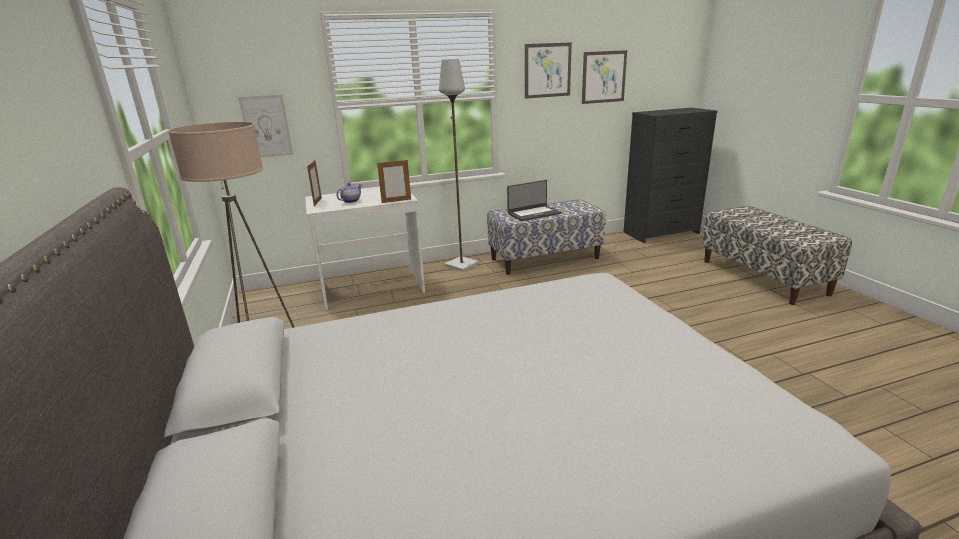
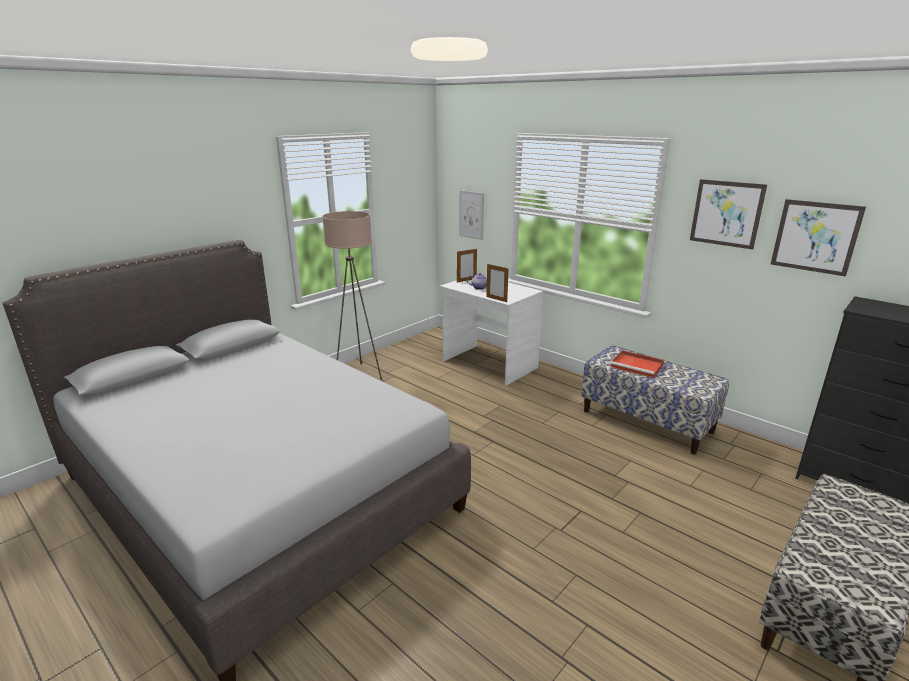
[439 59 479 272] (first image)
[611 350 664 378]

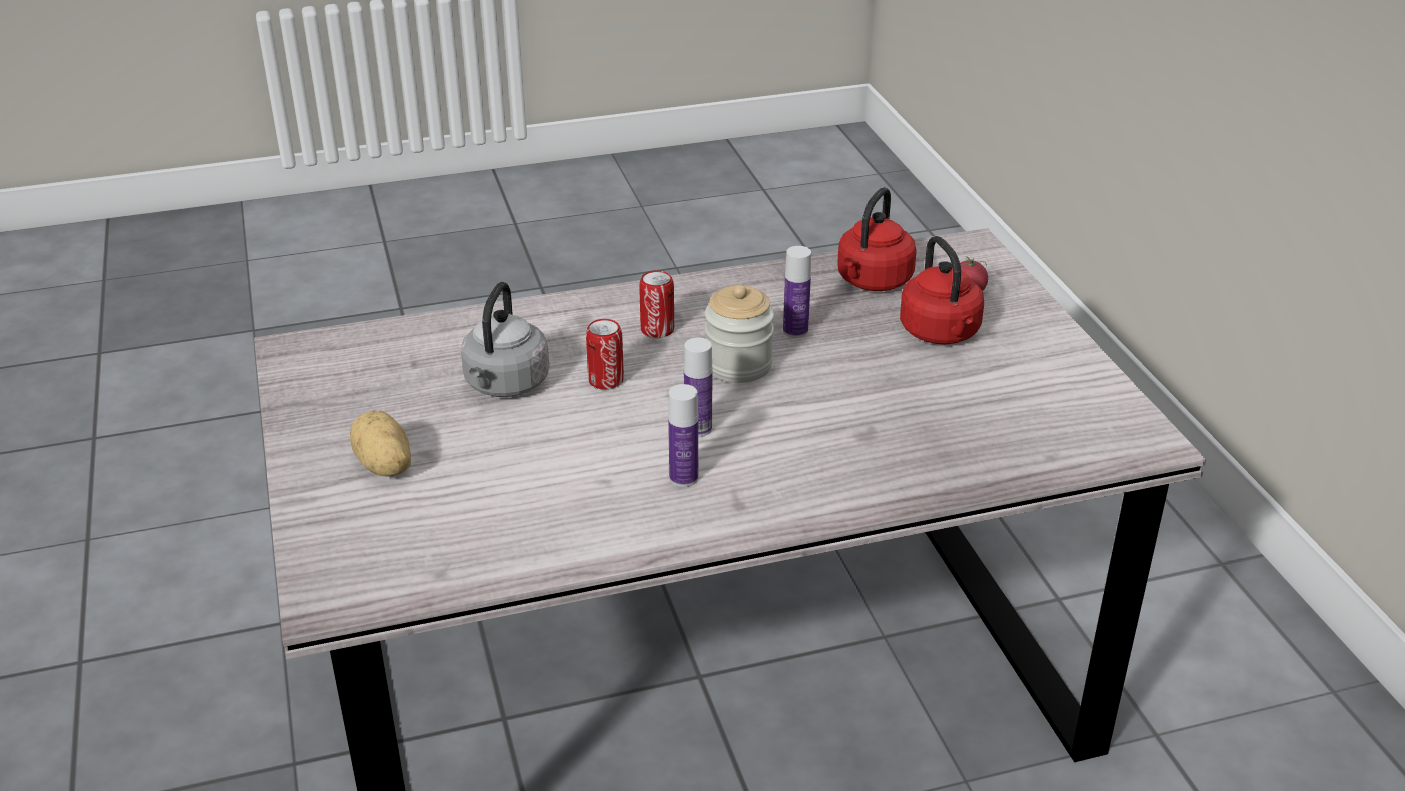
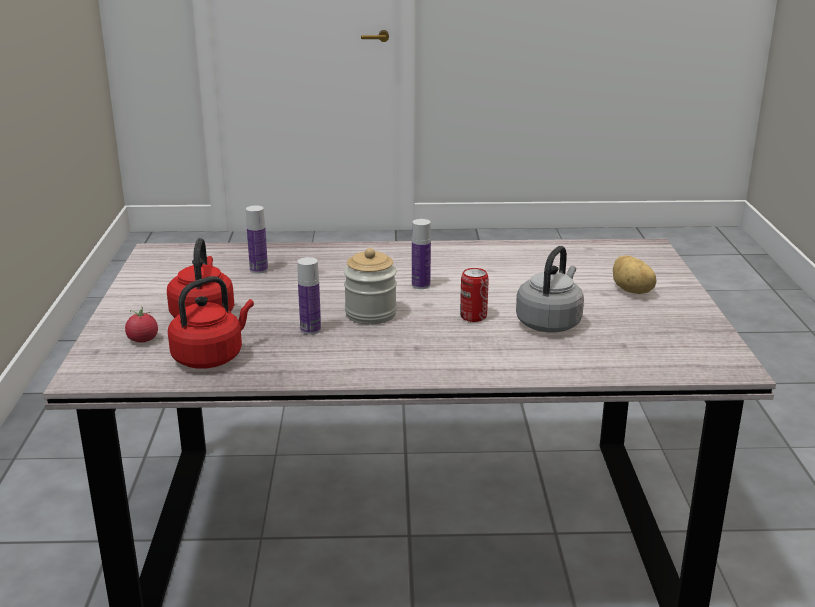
[639 270 674 338] (first image)
[246 205 268 274]

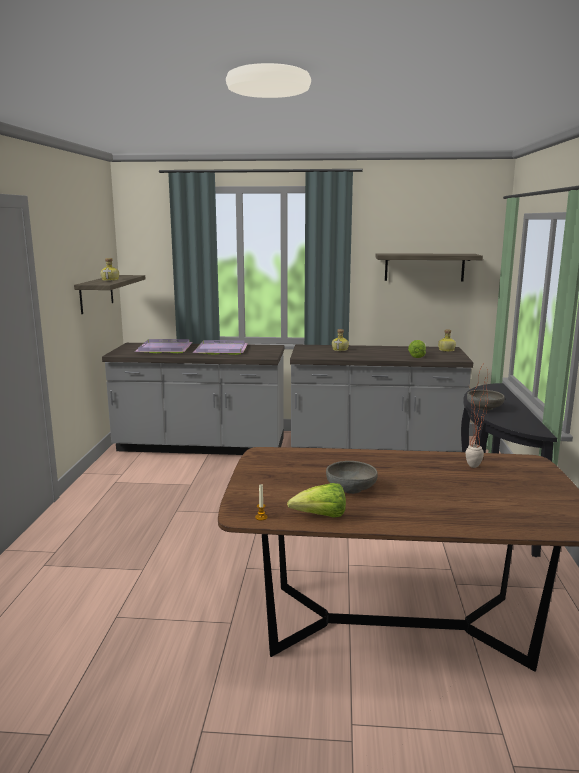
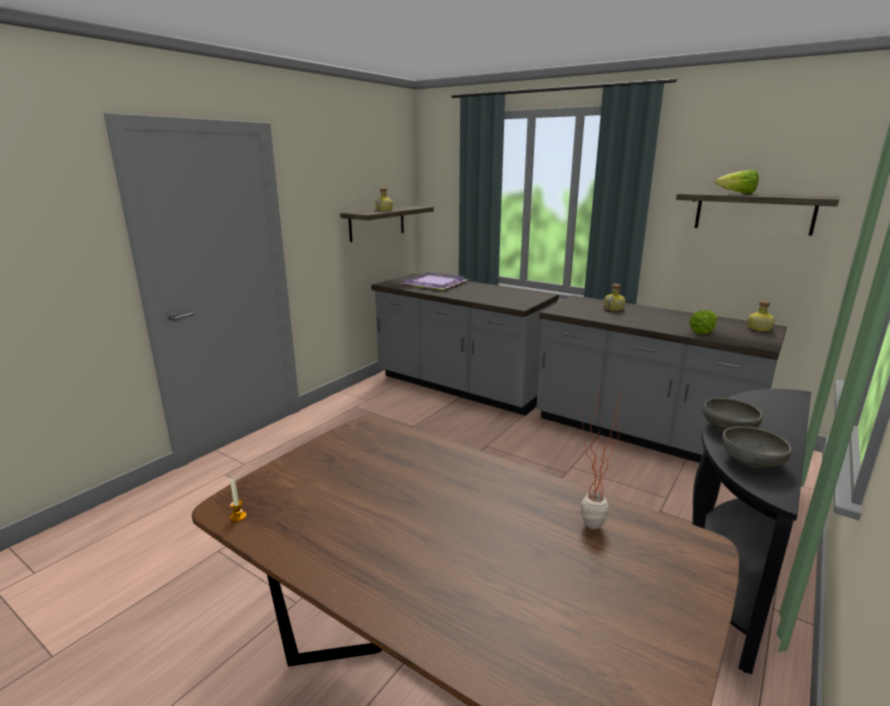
[193 340 248 355] (first image)
[715 169 759 194]
[722 426 792 468]

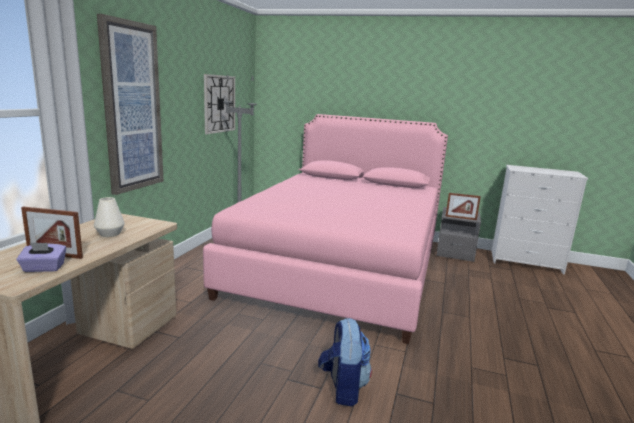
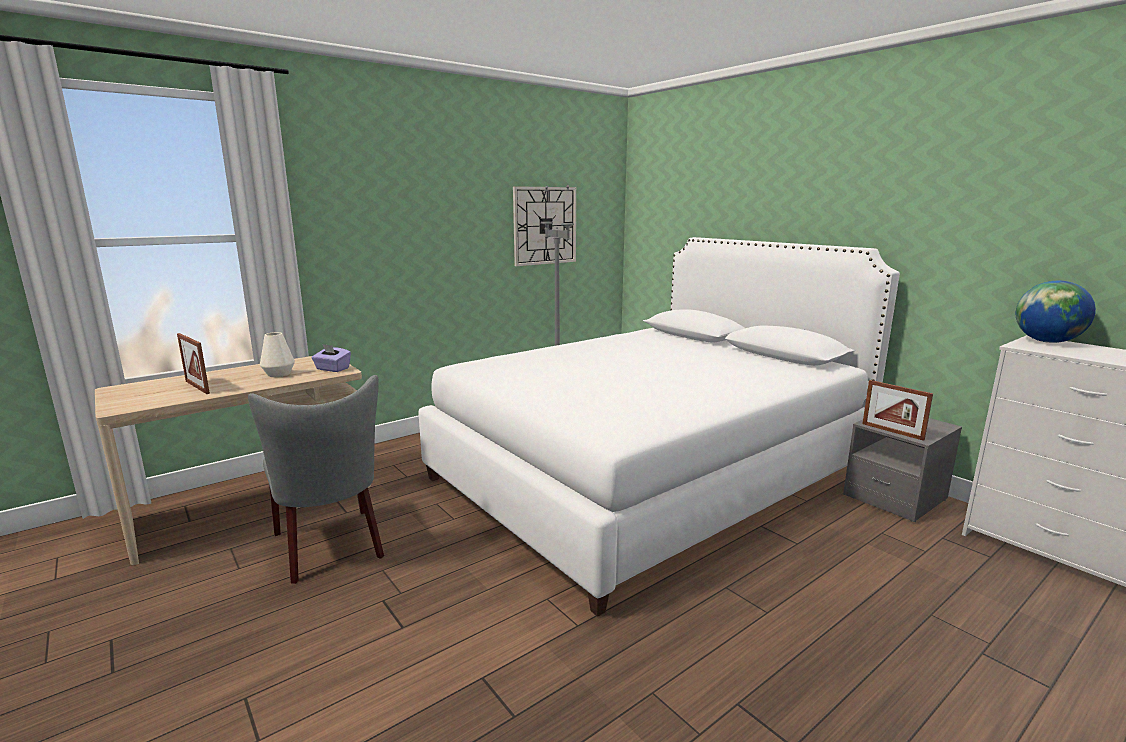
[97 14 164 195] (first image)
[318 318 372 406] (first image)
[248 375 384 584]
[1016 281 1096 343]
[312 344 351 372]
[418 237 900 617]

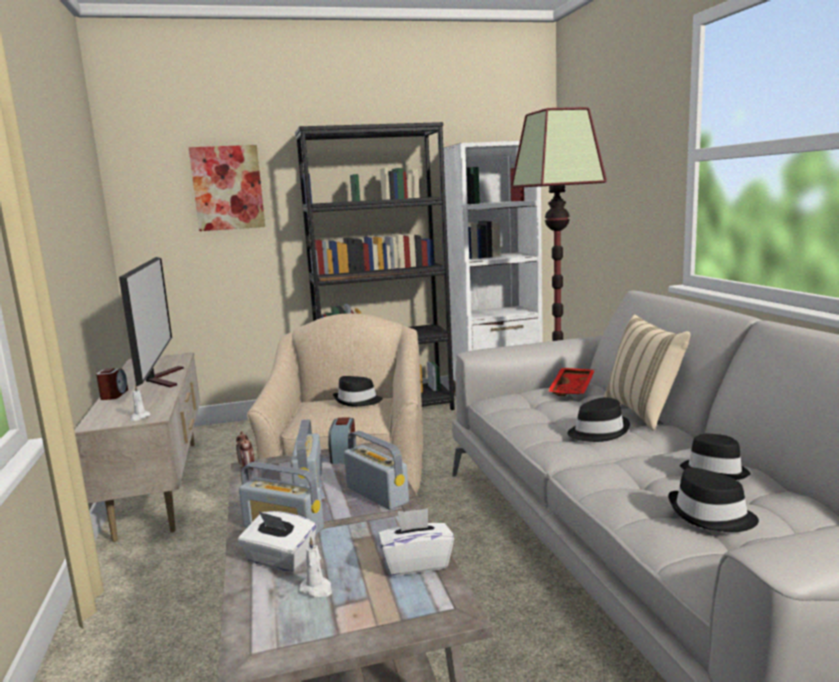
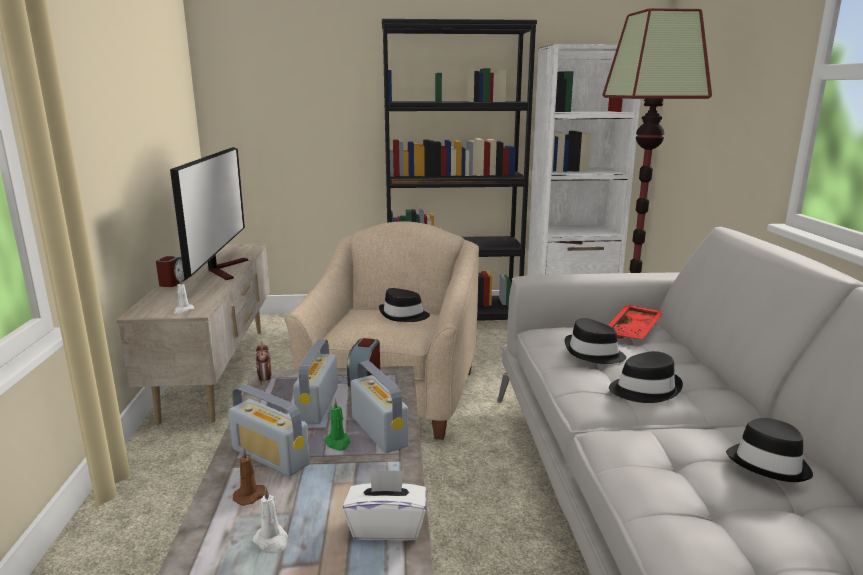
[189 145 265 231] (first image)
[604 314 690 431] (first image)
[324 399 350 451]
[564 318 626 364]
[233 447 265 506]

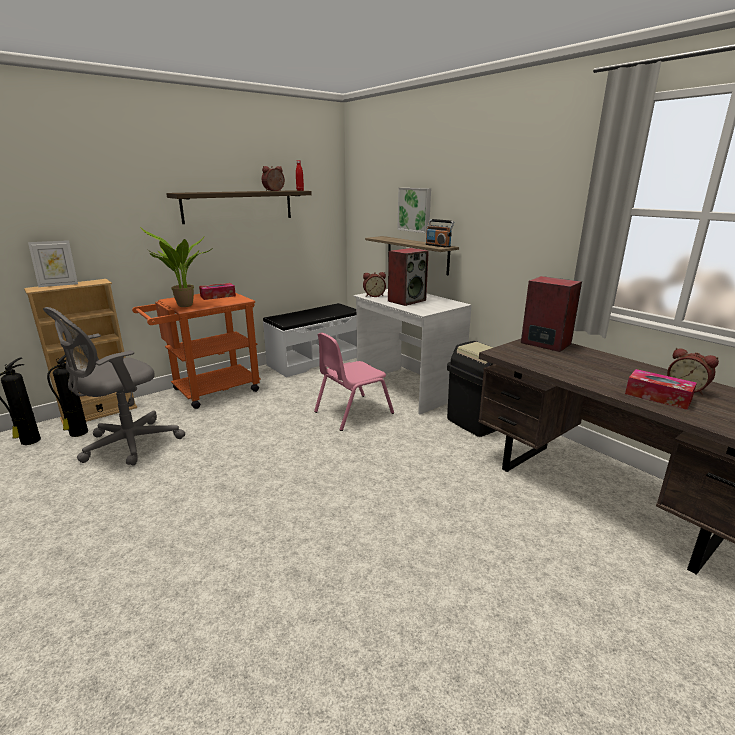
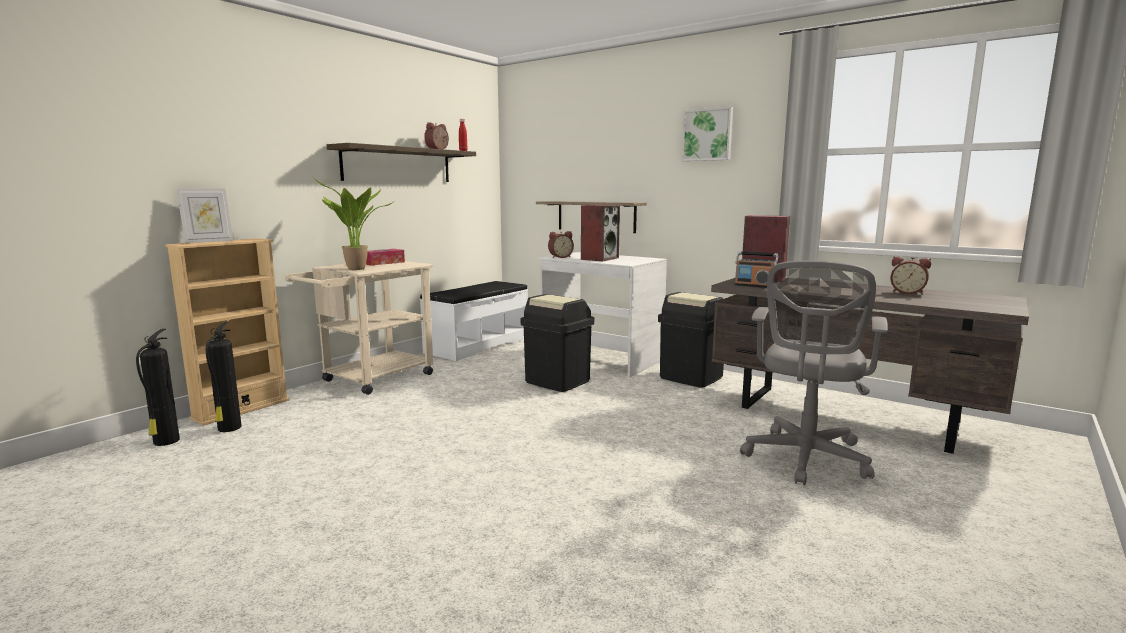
[625 369 697 410] (first image)
[740 260 888 485]
[682 107 733 161]
[735 251 778 288]
[521 294 594 392]
[285 261 433 395]

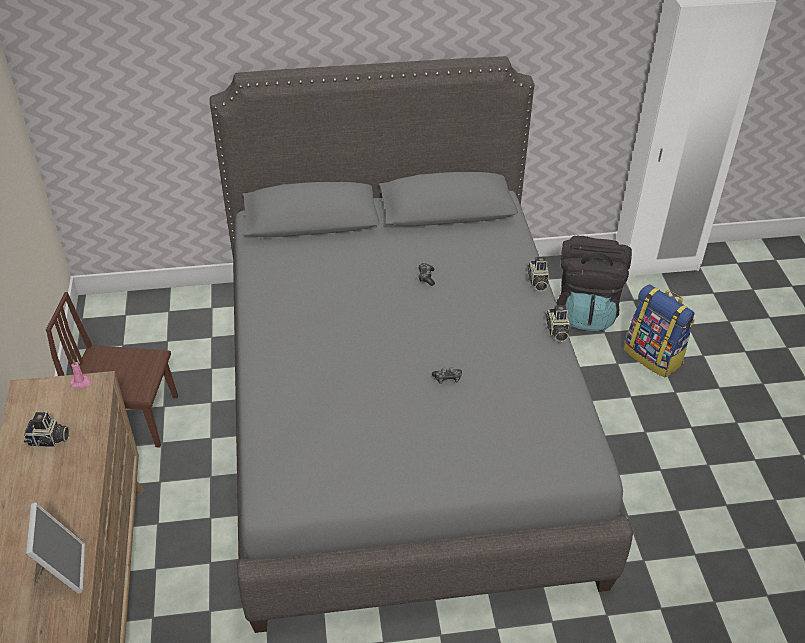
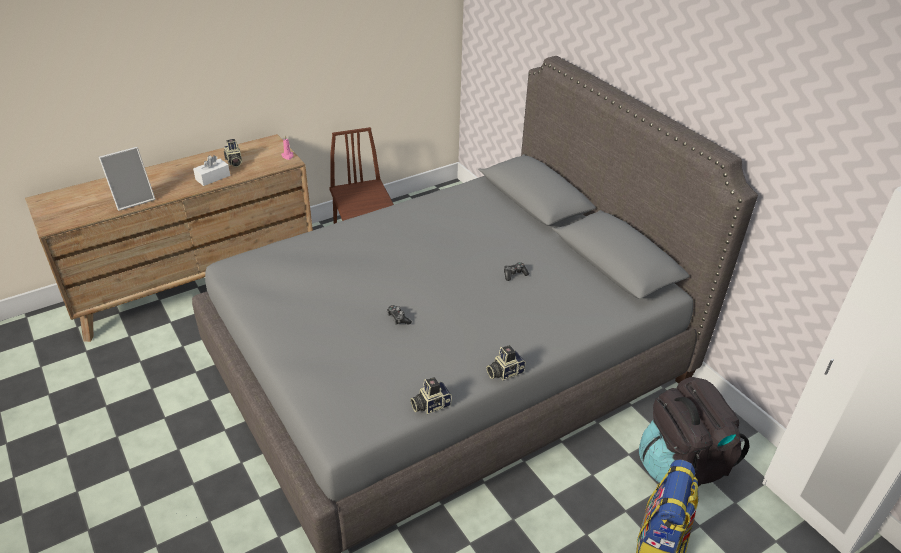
[193 155 230 186]
[411 377 452 414]

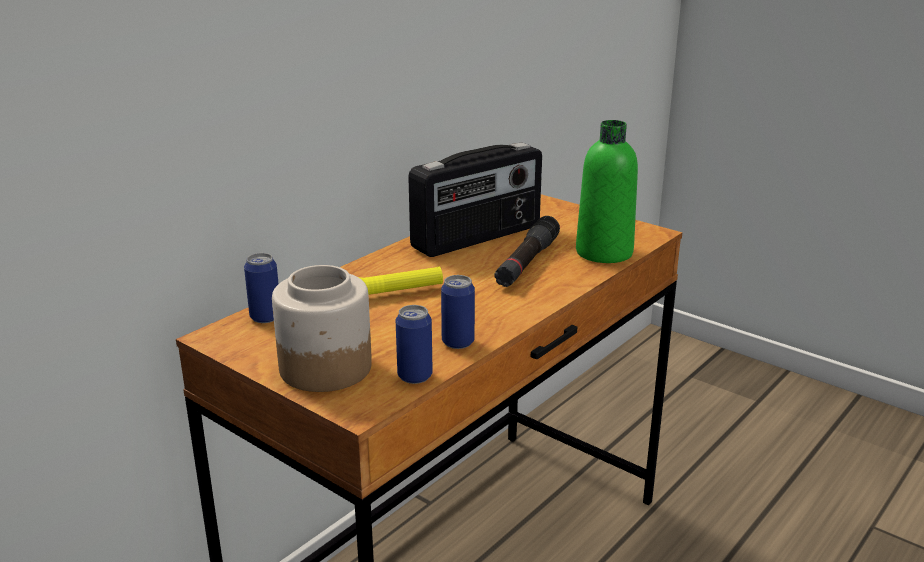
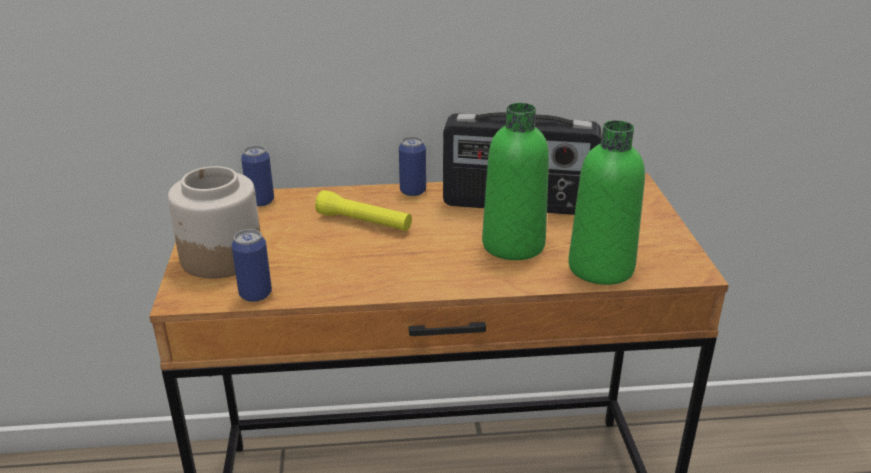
[399 136 426 196]
[482 103 549 260]

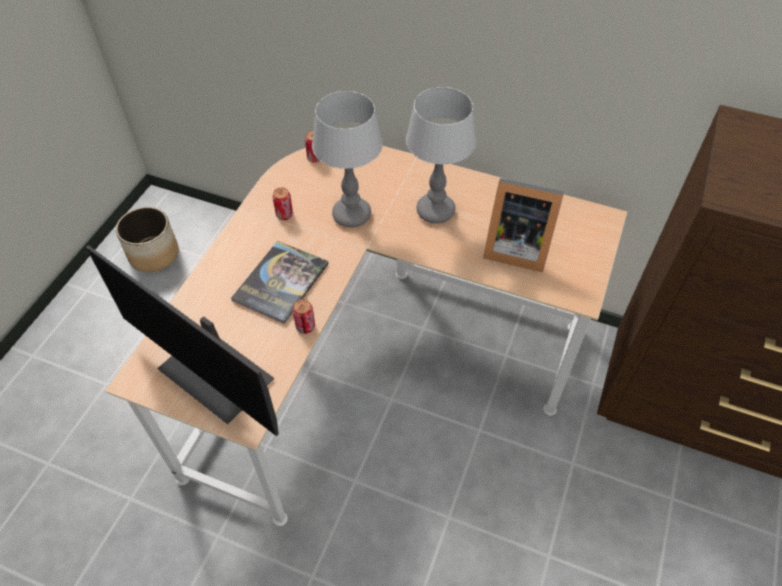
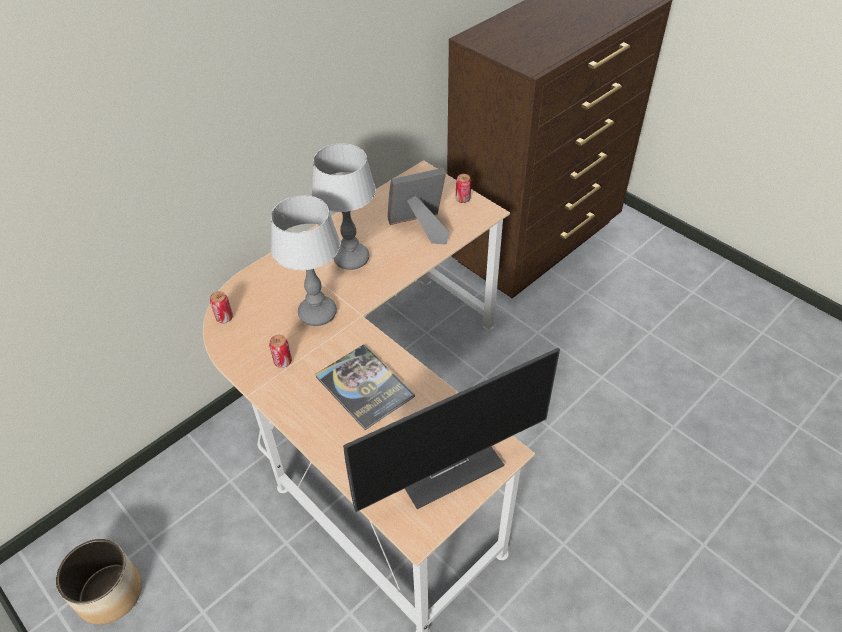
[456 174 471 203]
[388 168 450 245]

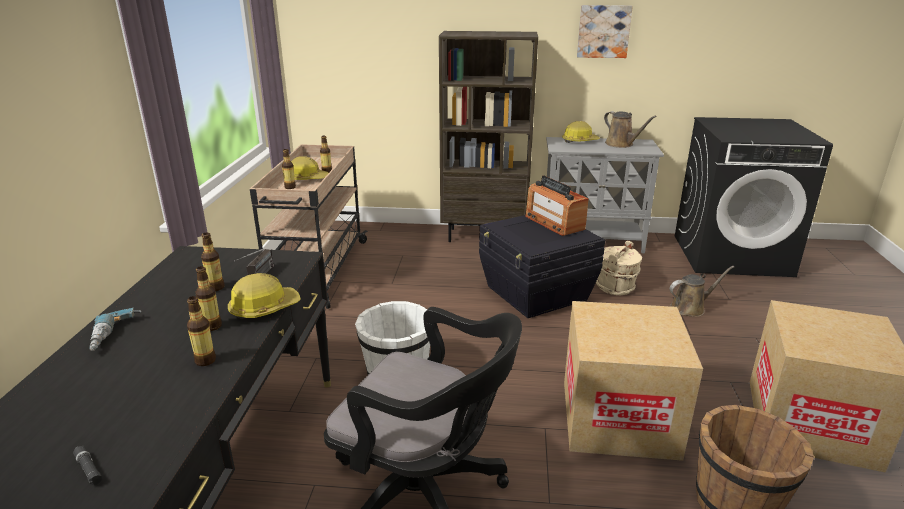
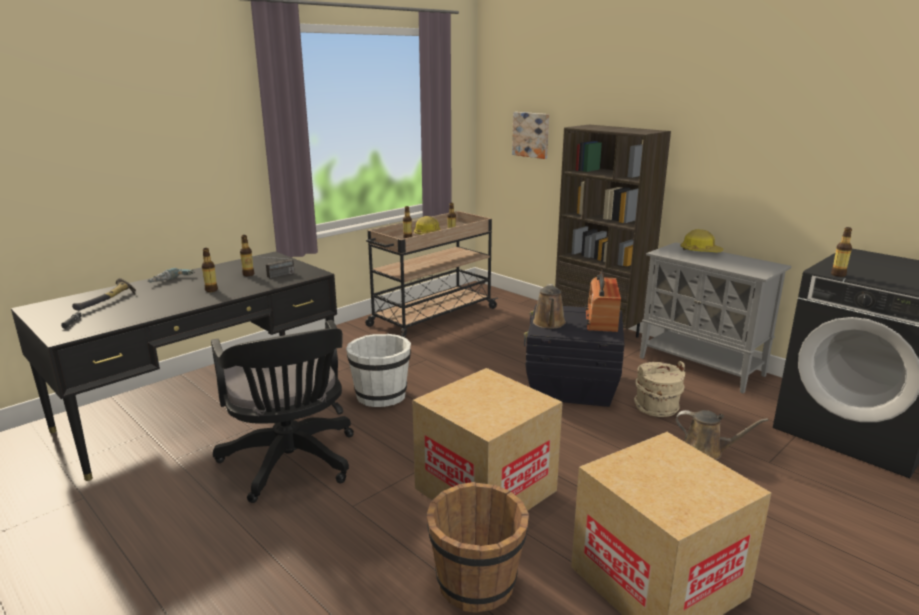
[228 273 301 319] (first image)
[72 278 136 311]
[831 227 852 277]
[512 112 549 159]
[533 284 566 329]

